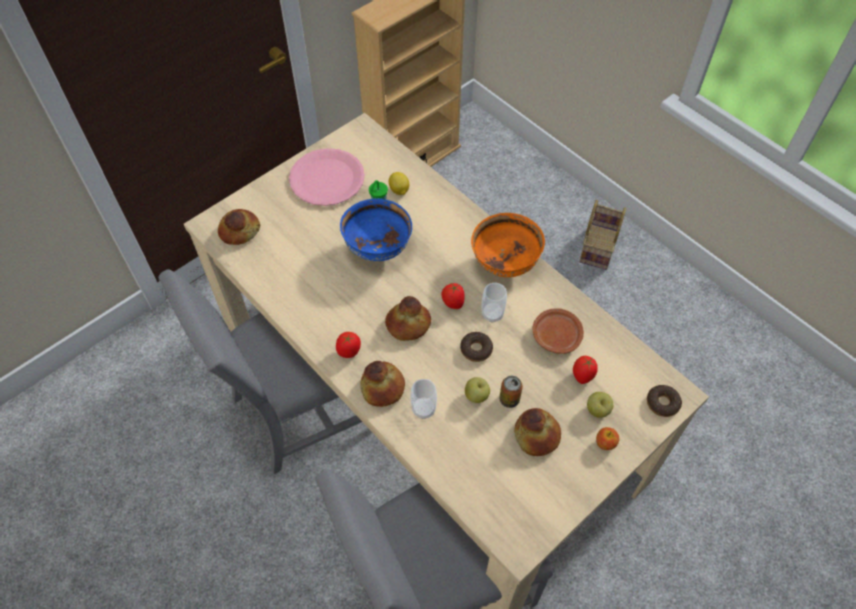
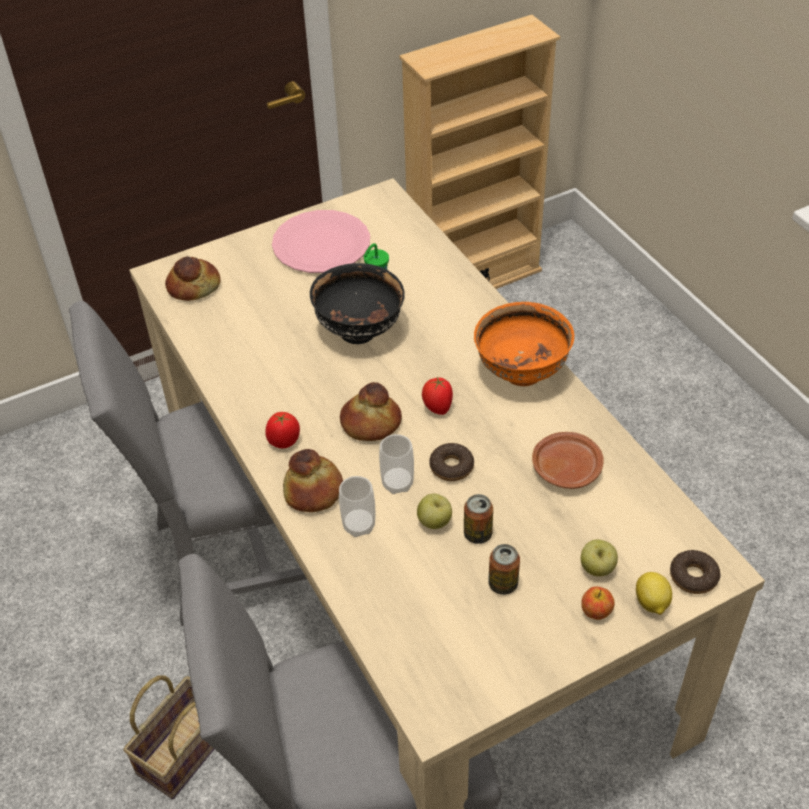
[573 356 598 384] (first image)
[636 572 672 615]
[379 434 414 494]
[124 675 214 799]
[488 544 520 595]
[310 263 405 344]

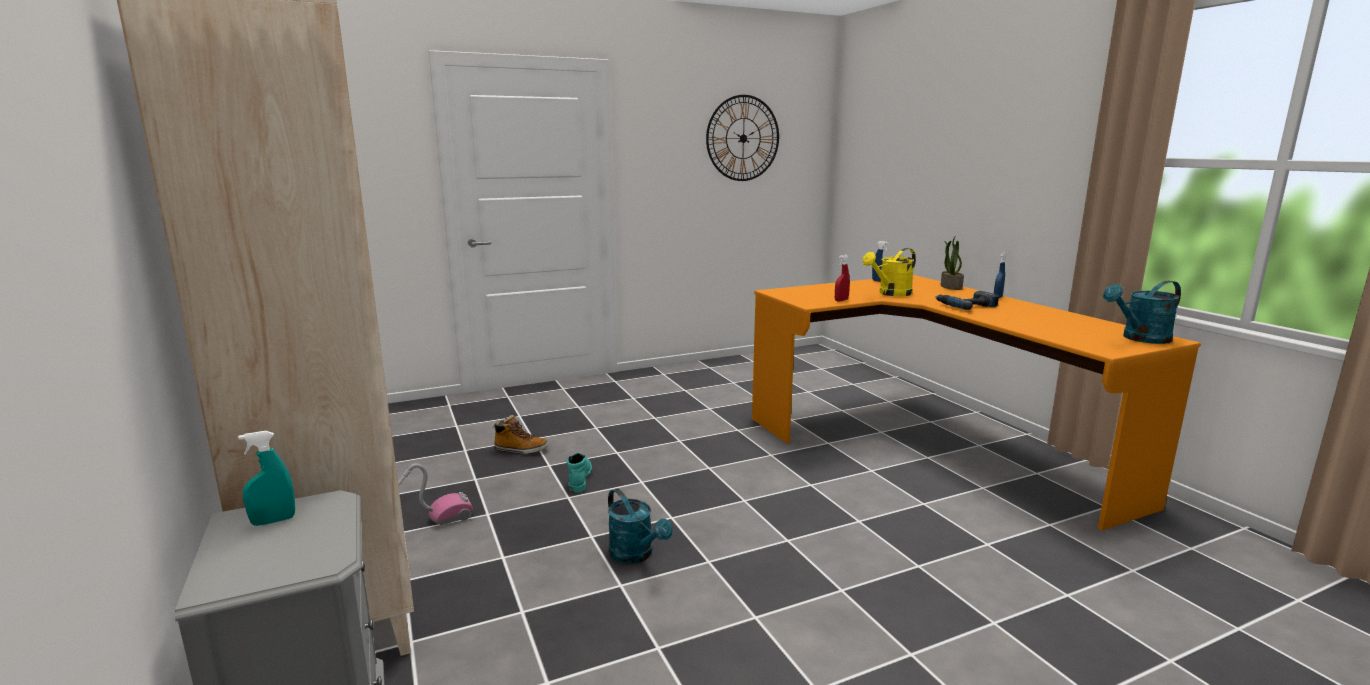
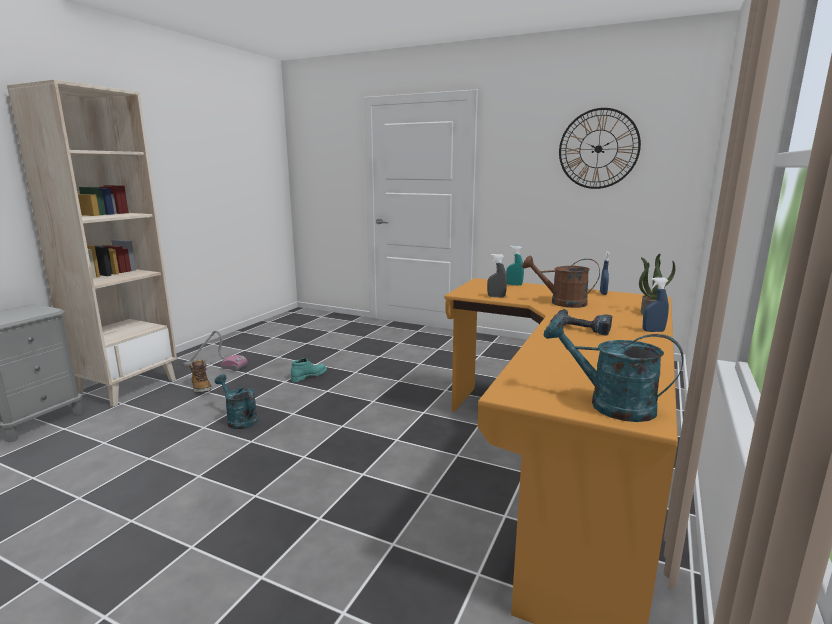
[506 245 524 286]
[190 360 212 393]
[487 254 507 298]
[522 256 600 308]
[215 374 258 429]

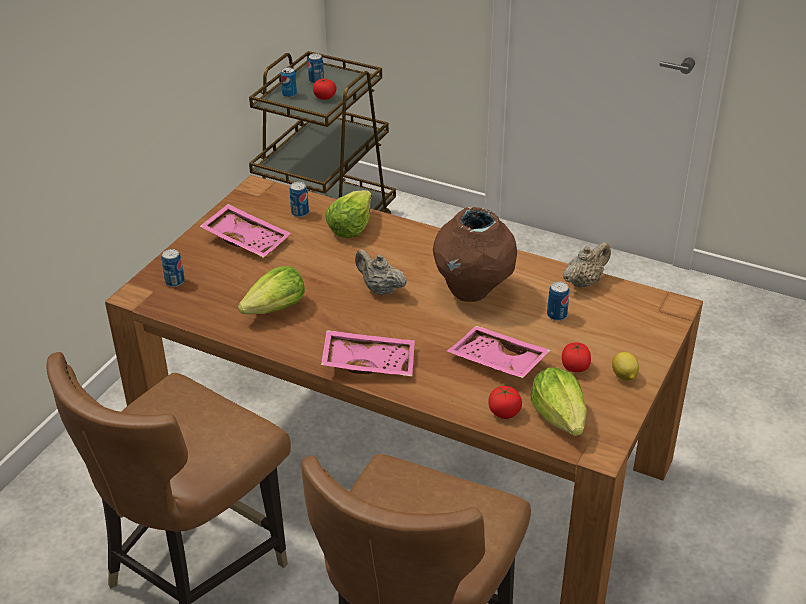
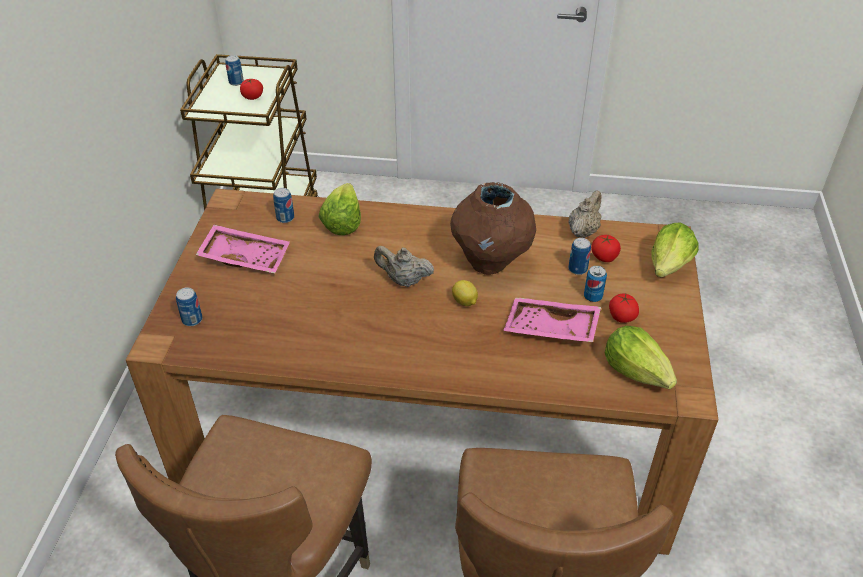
[321 330 415 377] (first image)
[652 223 699 277]
[584 266 607 302]
[591 235 621 262]
[452 280 478 306]

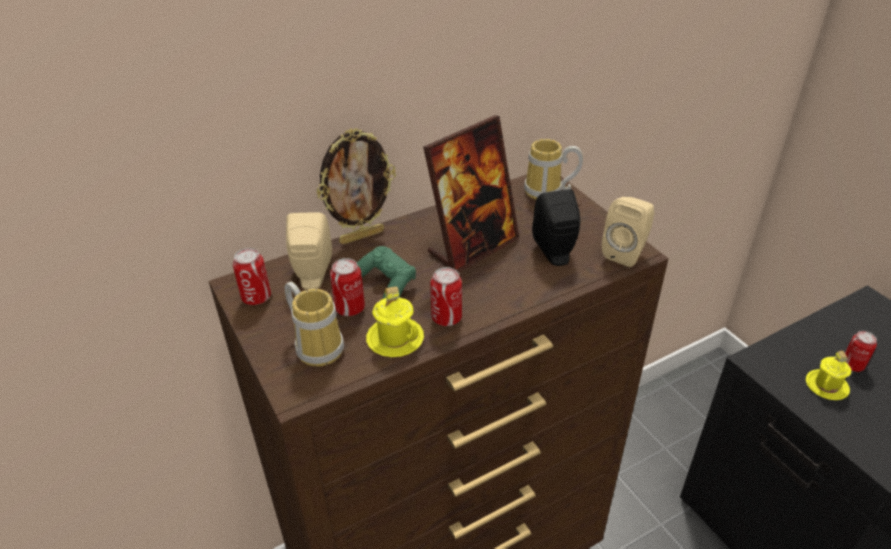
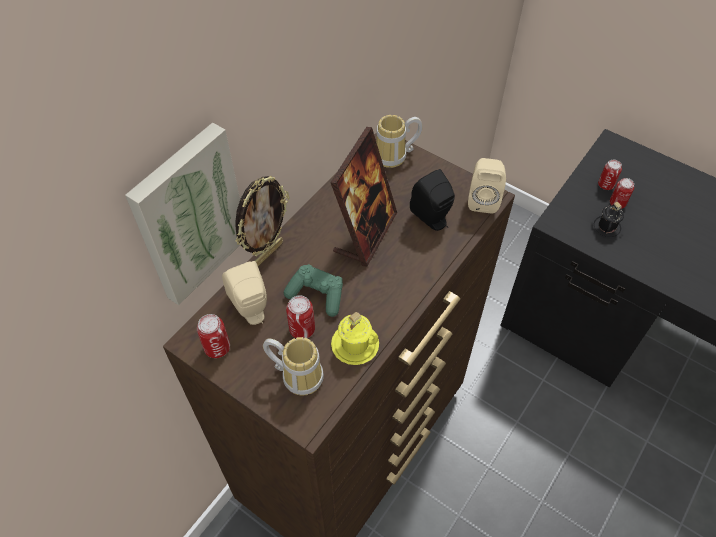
[125 122 240 305]
[598 160 622 190]
[591 202 624 239]

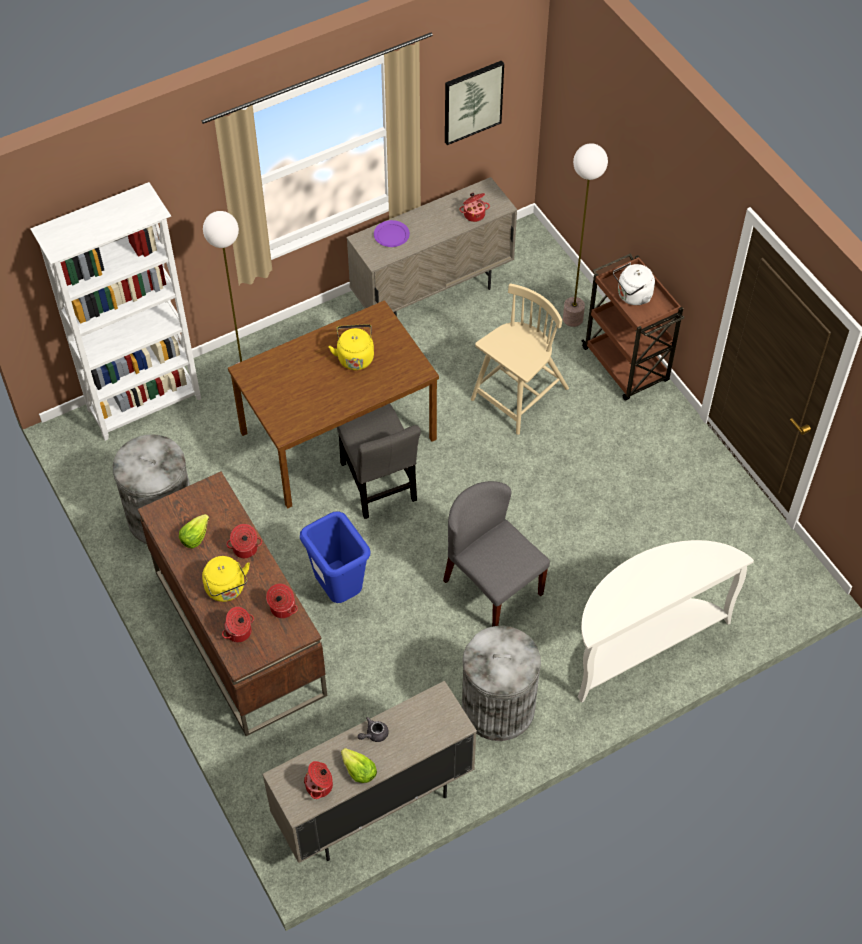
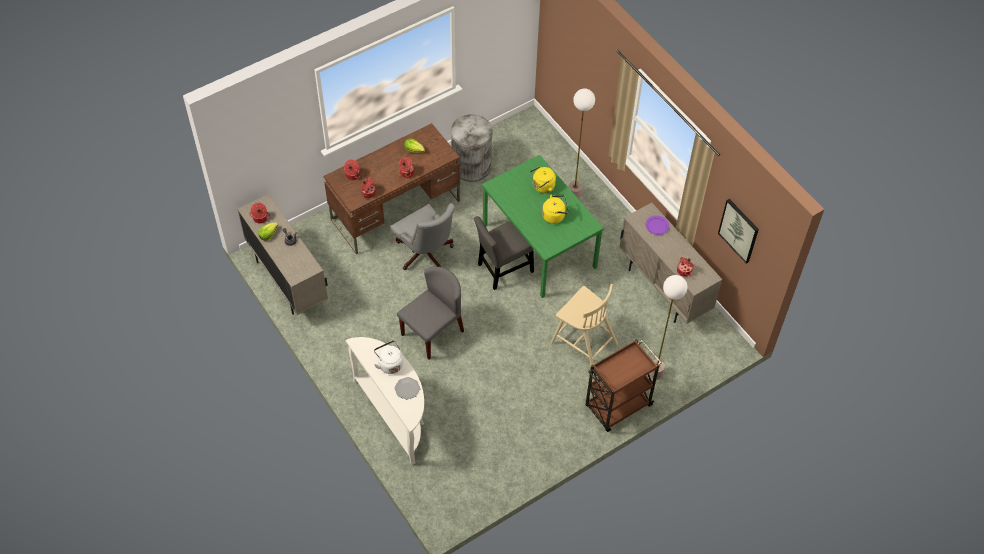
[30 182 201 441] (first image)
[462 626 541 741] (first image)
[394 377 420 400]
[529 166 556 193]
[374 340 404 374]
[390 203 455 270]
[482 155 604 298]

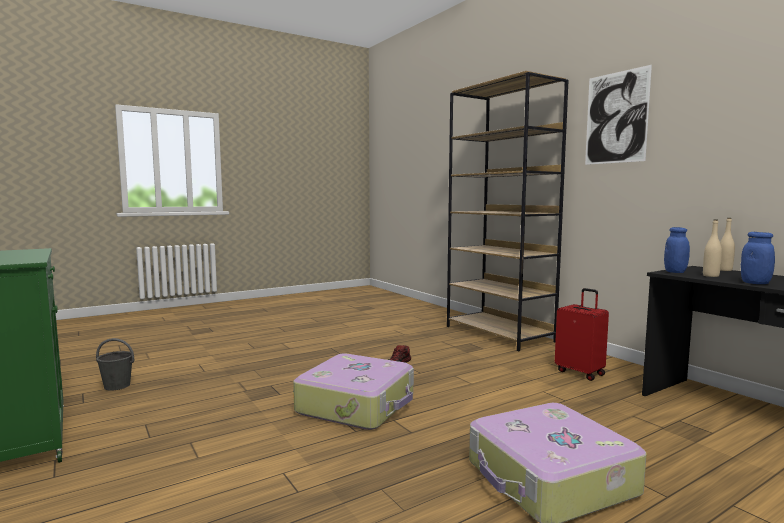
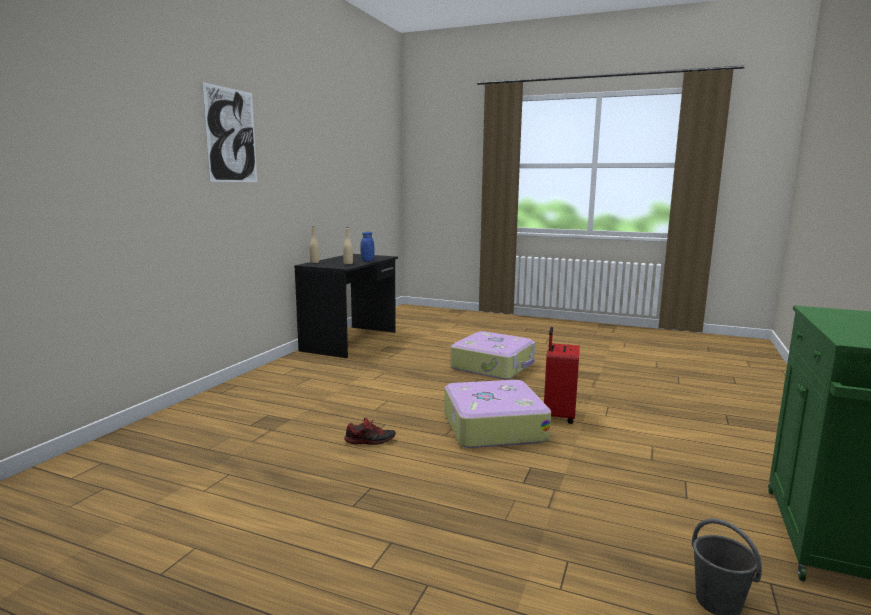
[447 71 569 351] (first image)
[664 227 690 273] (first image)
[544 327 580 424]

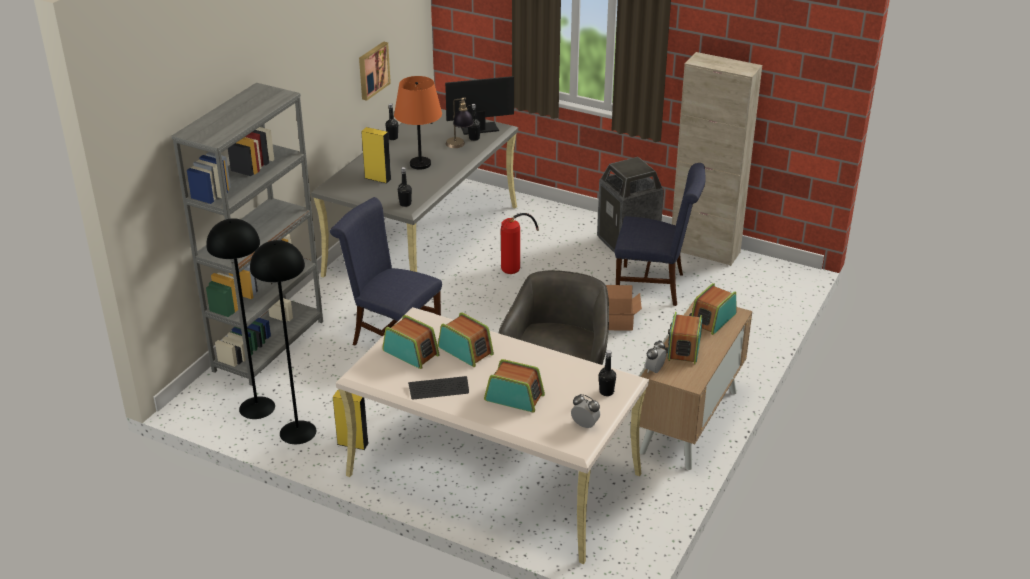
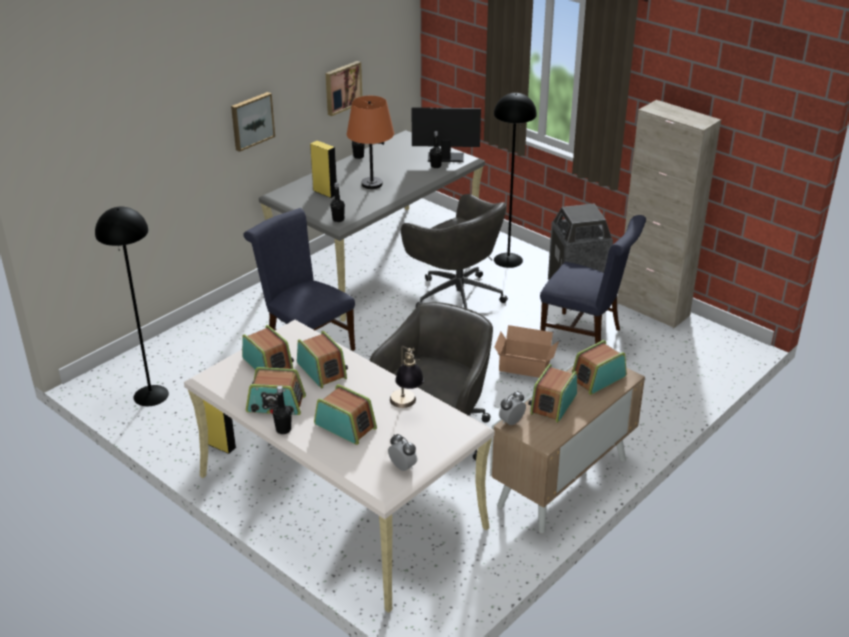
[172 83 323 386] (first image)
[231 92 275 152]
[494 93 537 268]
[390 345 424 408]
[273 386 292 434]
[246 367 306 415]
[401 194 508 308]

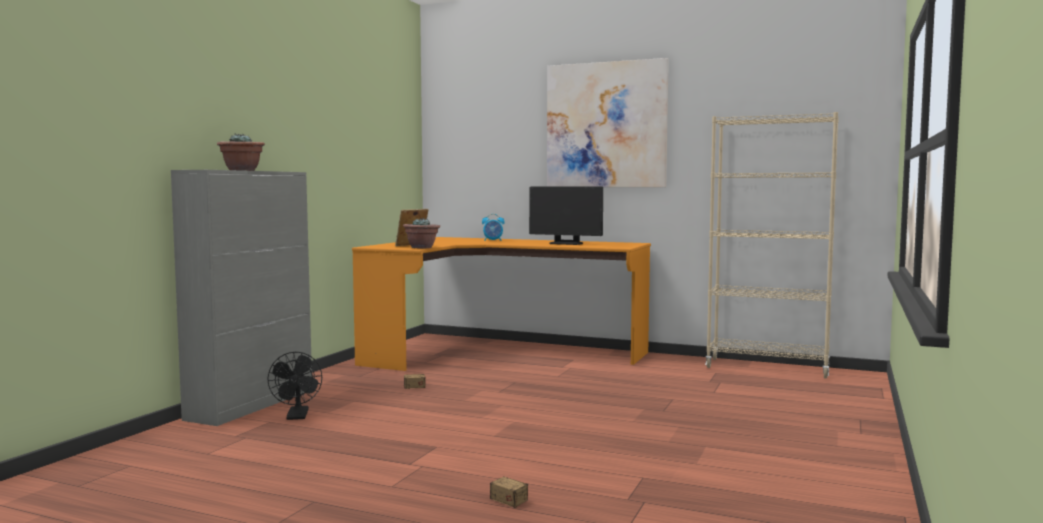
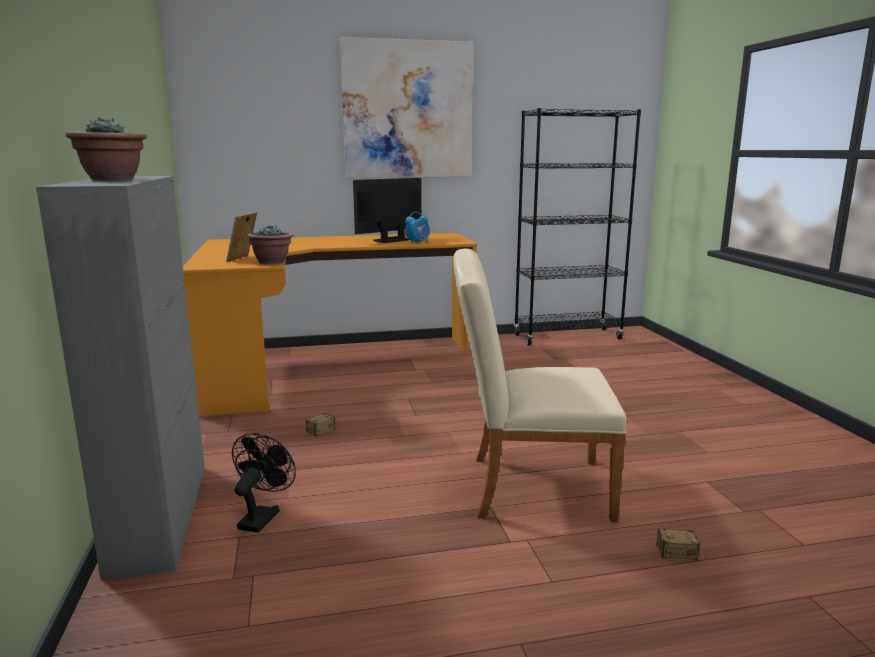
[453 249 627 522]
[405 212 430 244]
[514 108 641 346]
[232 433 296 533]
[353 178 422 243]

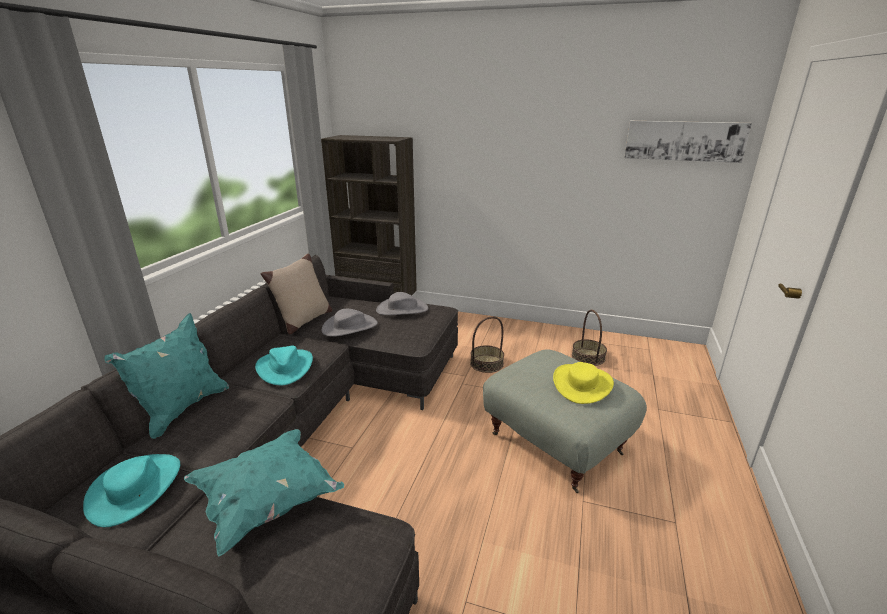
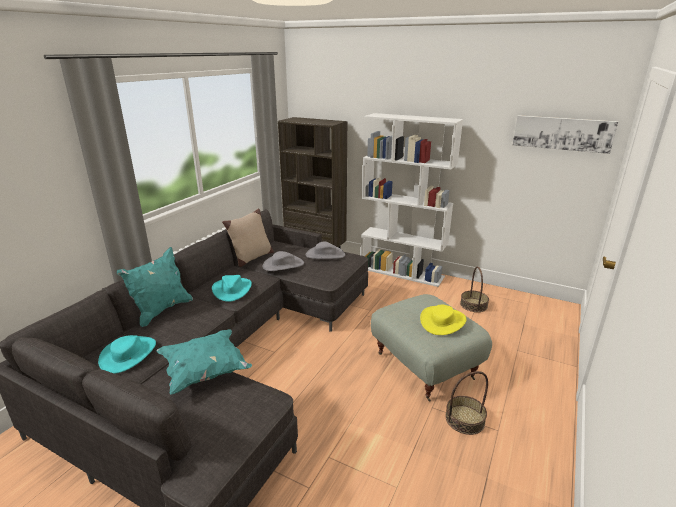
[361 113 463 287]
[445 371 488 435]

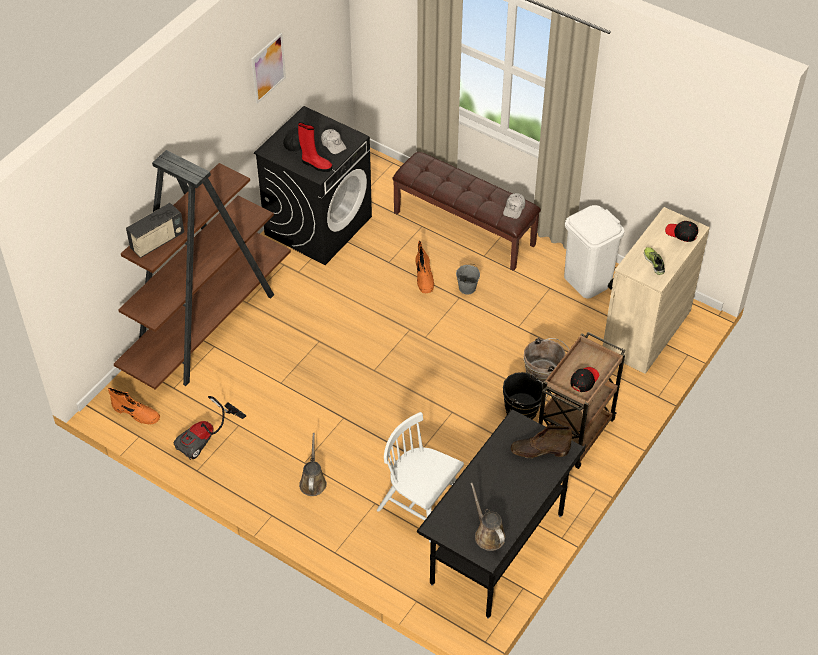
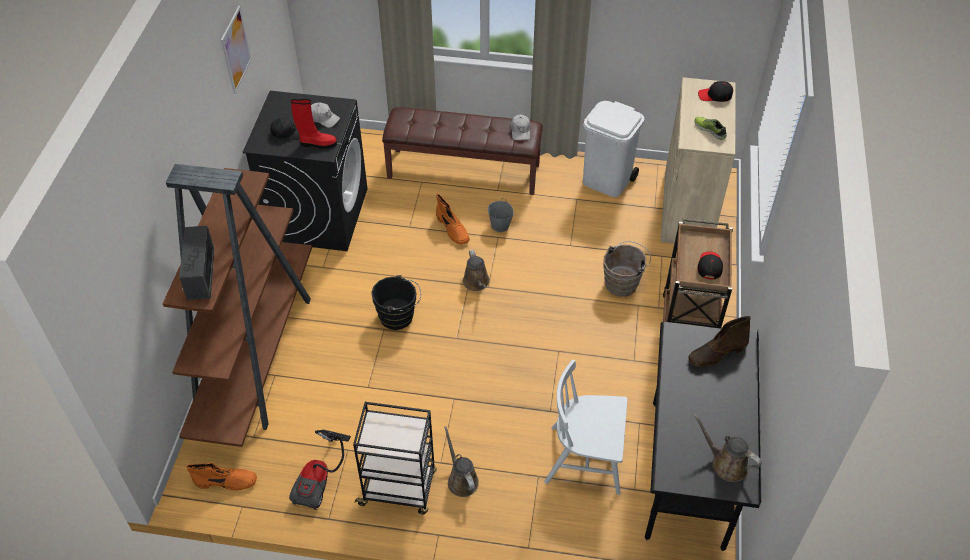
[353 402 437 514]
[463 250 490 291]
[371 275 421 330]
[179 226 215 300]

